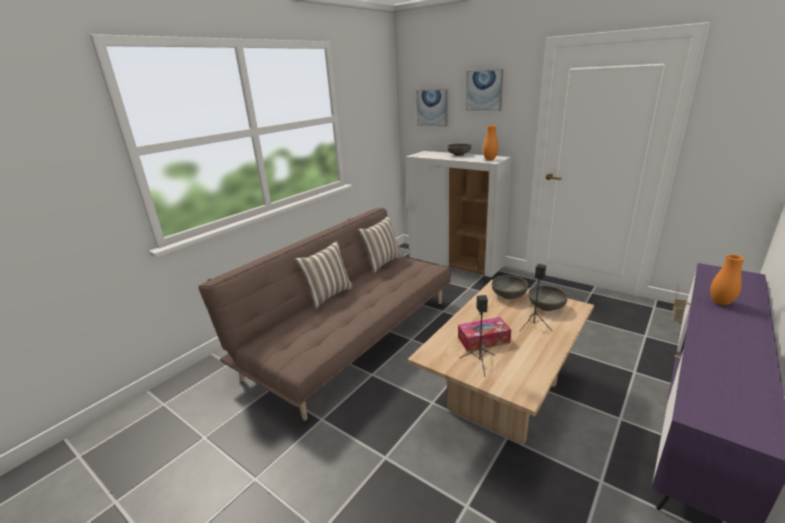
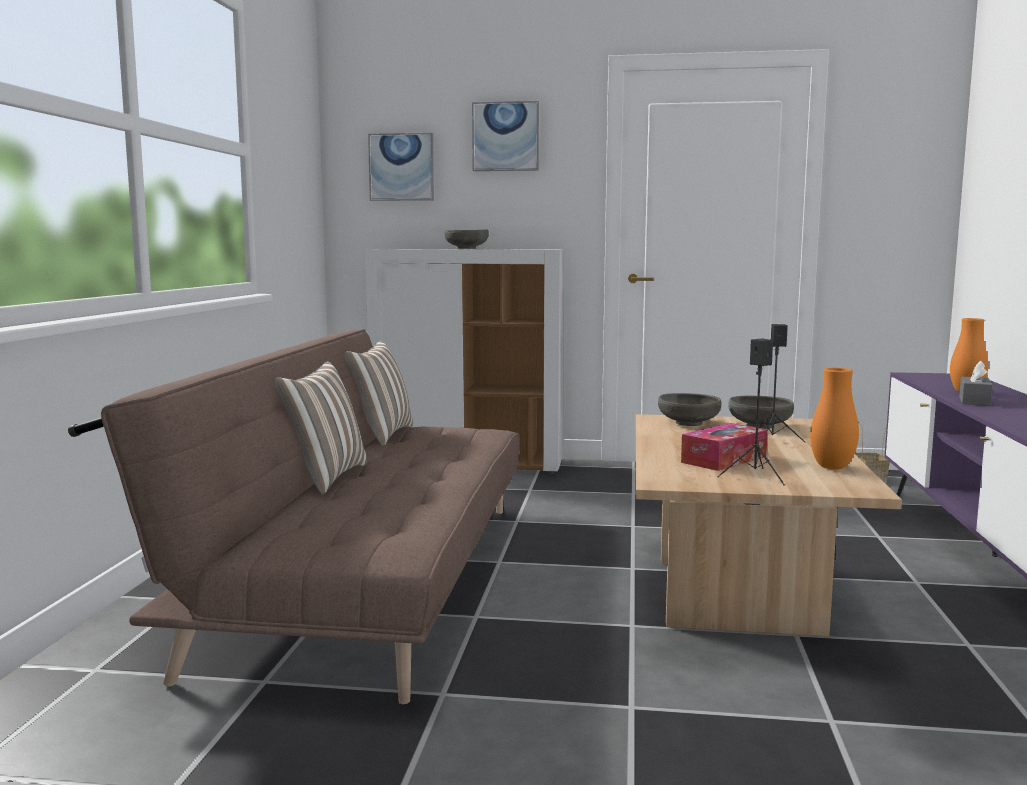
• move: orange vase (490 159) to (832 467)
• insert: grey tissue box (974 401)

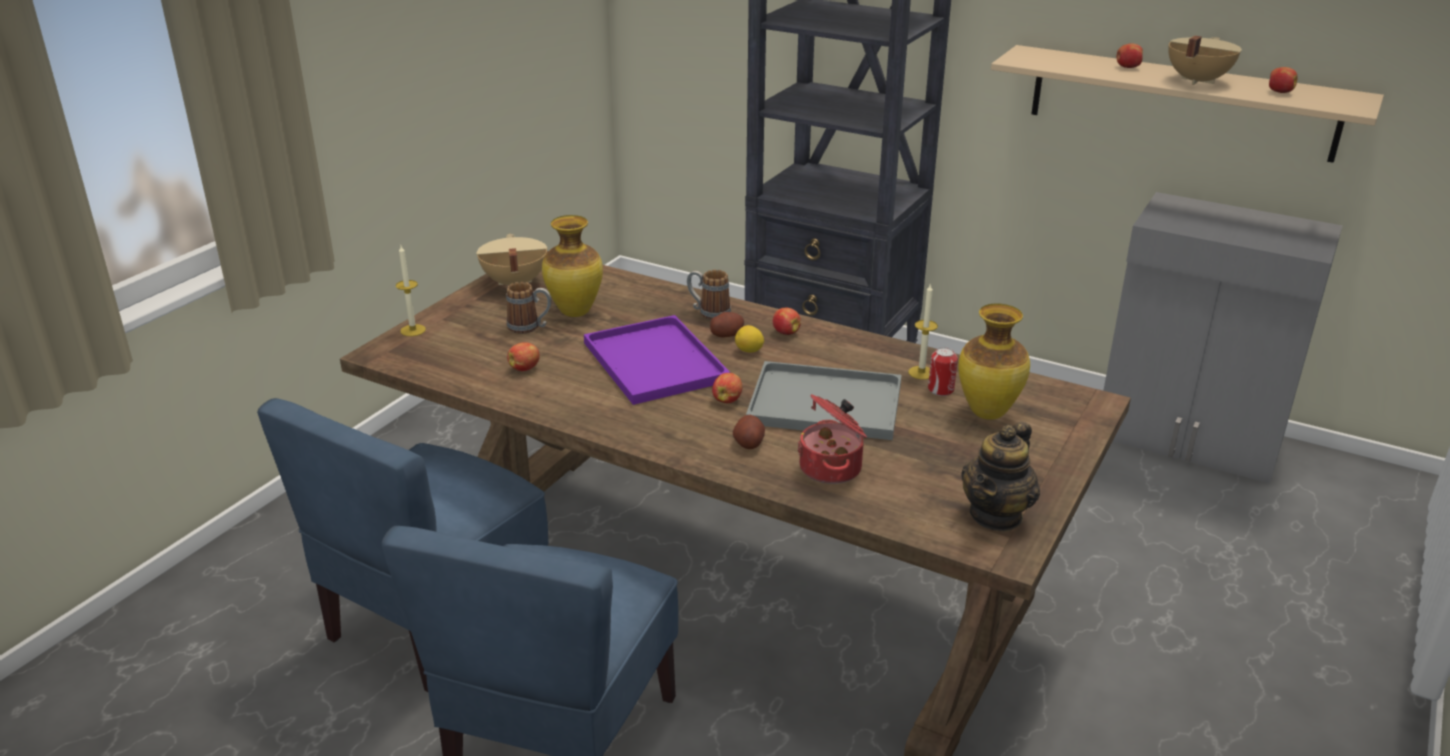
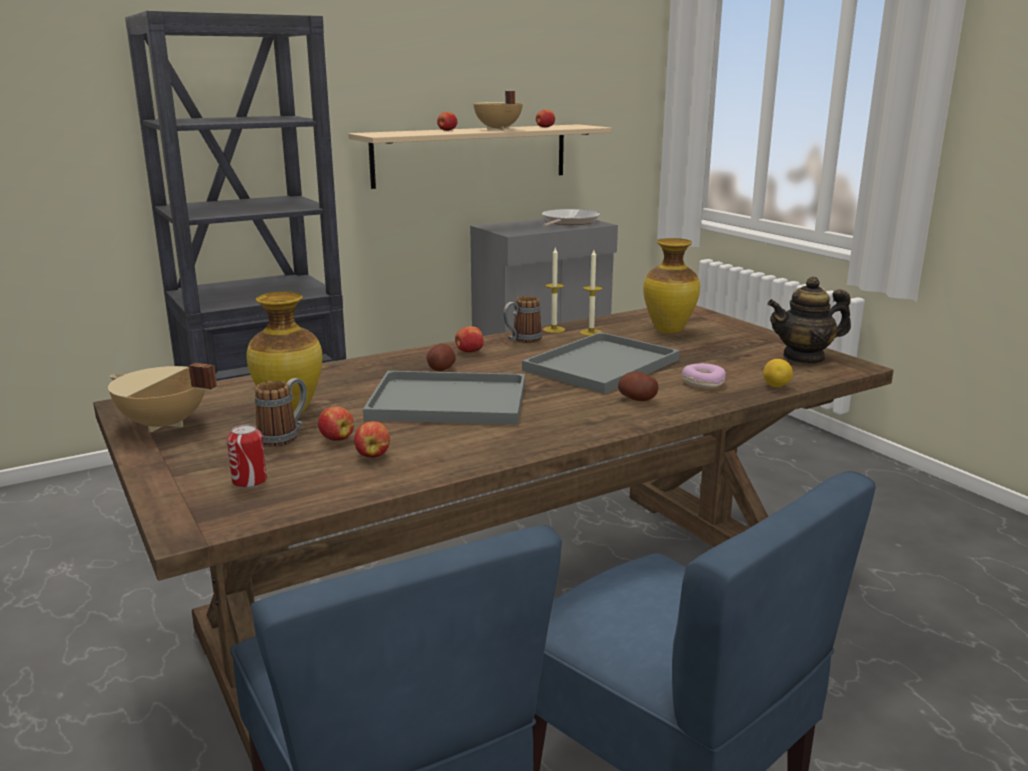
• move: candle (413 330) to (554 329)
• recolor: purple tray (657 362) to grey tray (452 400)
• move: mug (708 313) to (522 340)
• move: apple (727 400) to (336 439)
• move: lemon (749 351) to (776 386)
• replace: cooking pot (832 468) to donut (703 383)
• move: can (940 389) to (249 481)
• rotate: teapot (996 515) = (804 358) 105 degrees clockwise
• insert: frying pan (568 222)

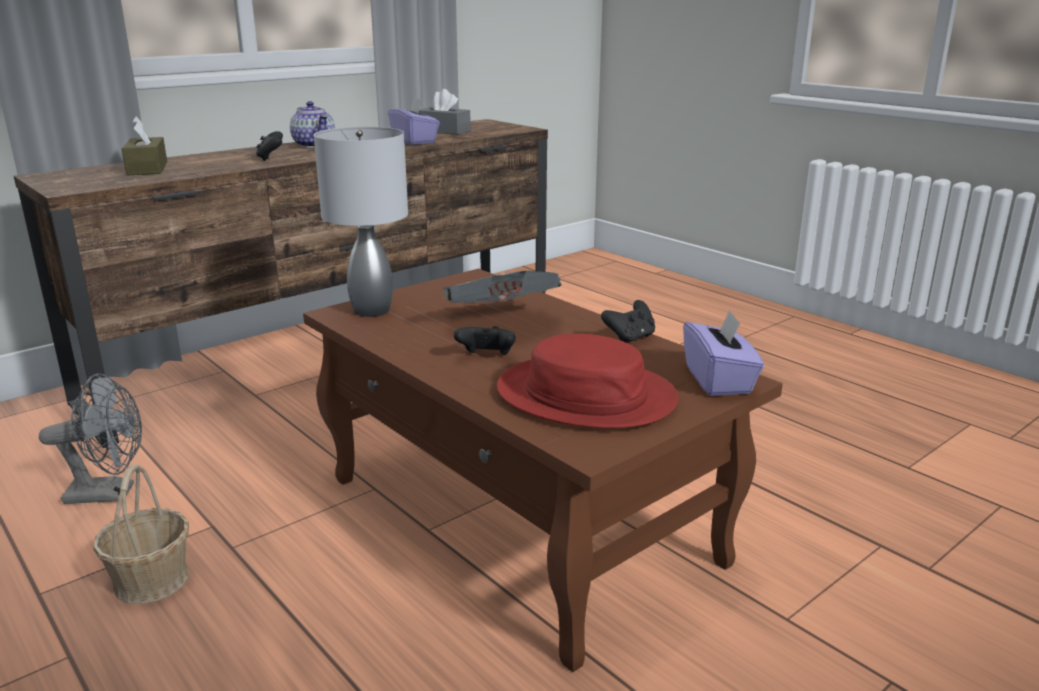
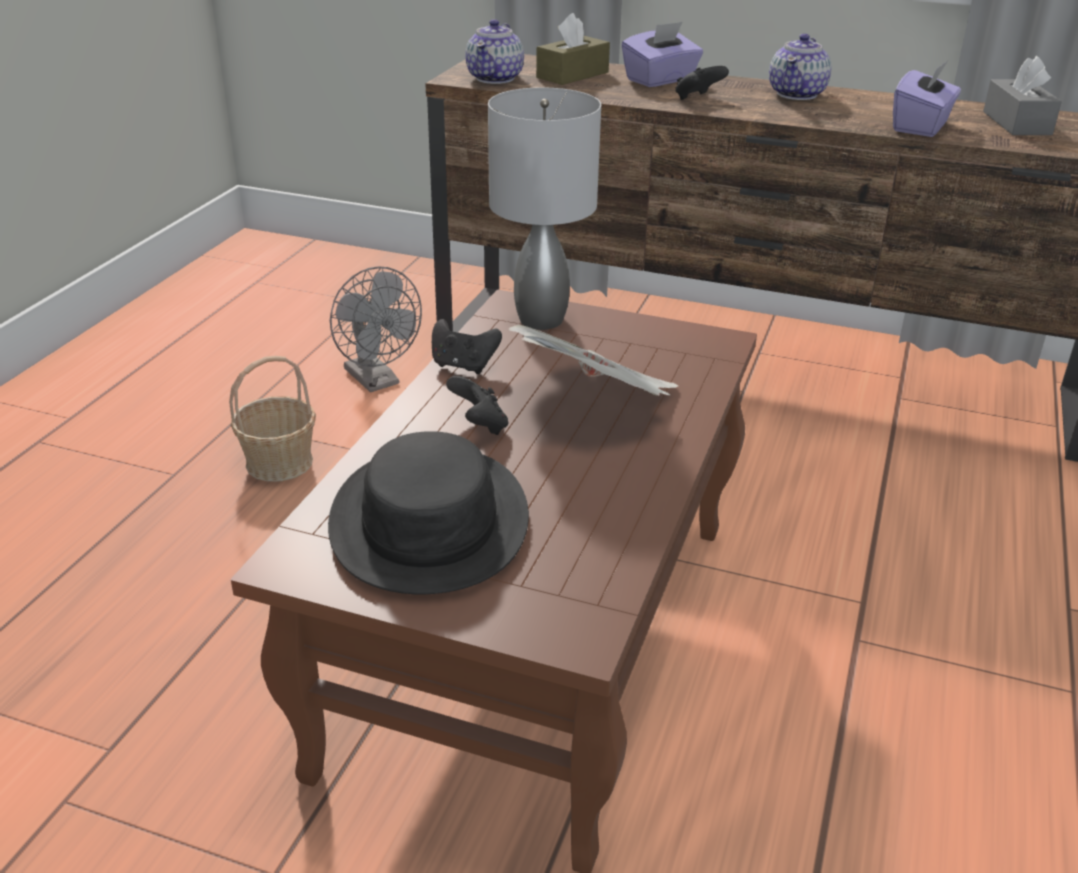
• recolor: red hat (586 395) to black hat (430 521)
• move: black game controller (630 338) to (463 366)
• move: purple tissue box (719 380) to (660 80)
• insert: teapot (495 78)

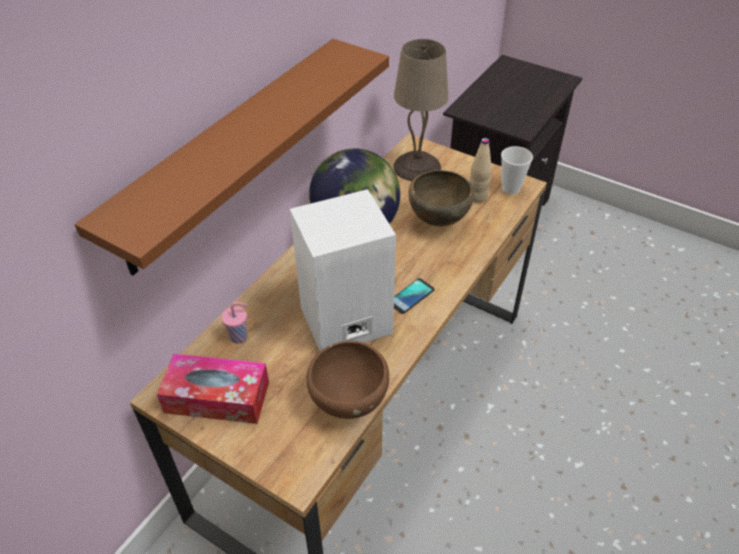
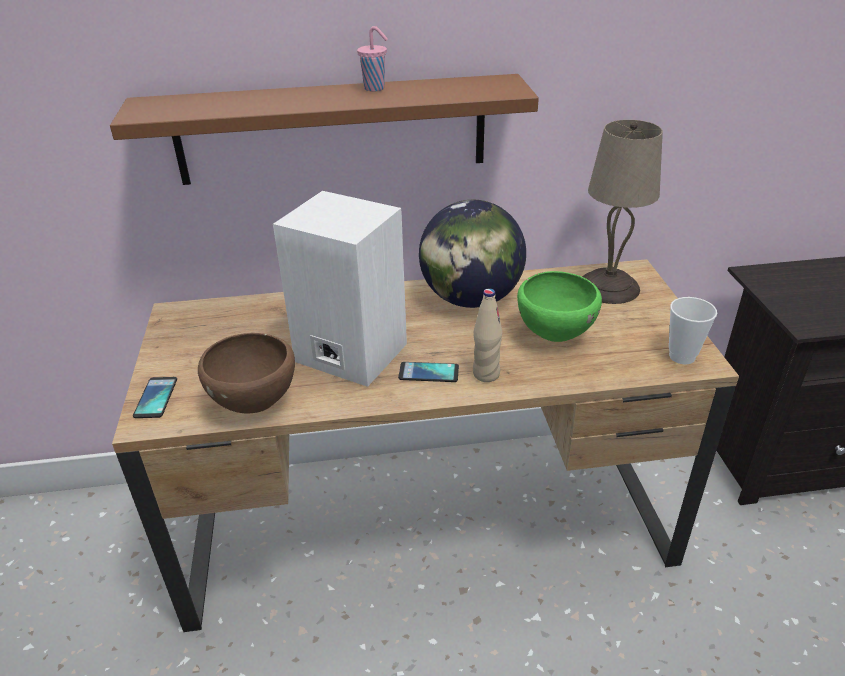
• delete: tissue box (217 397)
• move: pink cup (240 336) to (375 89)
• recolor: brown bowl (437 221) to green bowl (554 336)
• move: beige bottle (477 197) to (486 374)
• insert: phone (156 398)

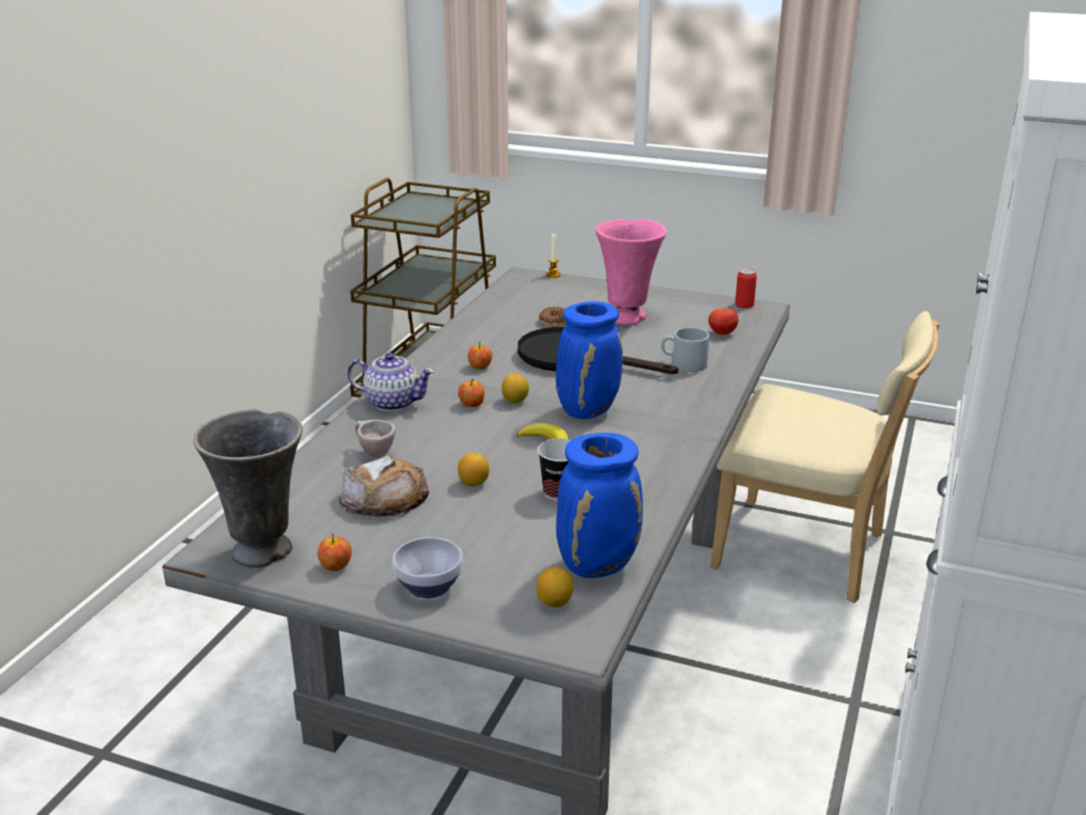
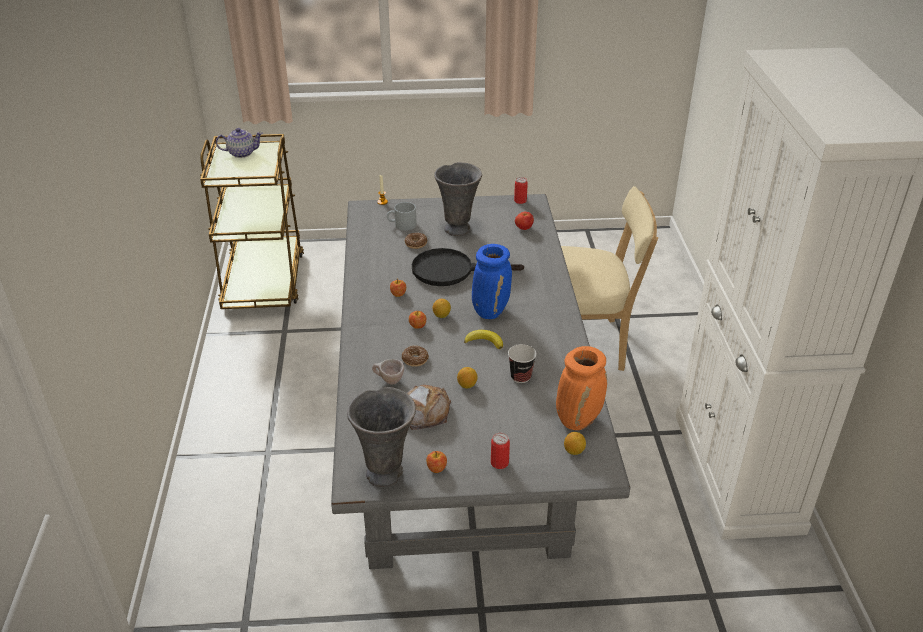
• move: teapot (392 402) to (241 153)
• replace: bowl (429 585) to can (499 463)
• recolor: blue vase (598 565) to orange vase (578 419)
• recolor: pink vase (628 317) to grey vase (458 229)
• move: grey mug (683 364) to (401 225)
• insert: donut (415 359)

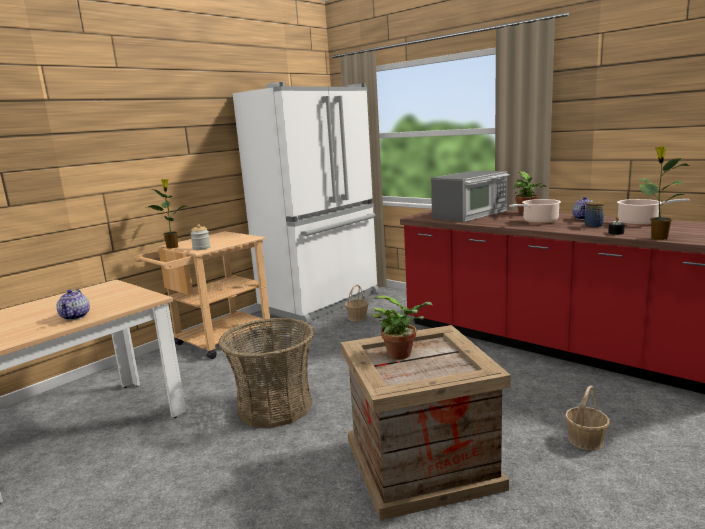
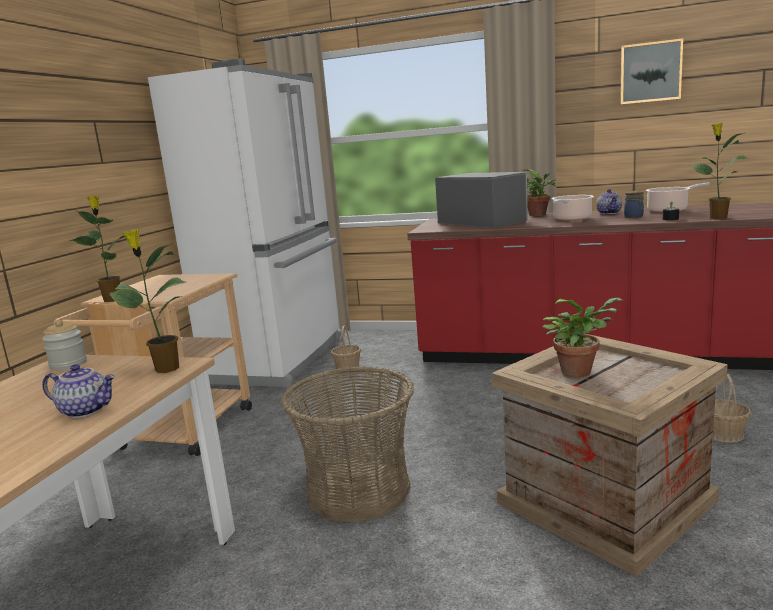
• rotate: teapot (76 317) = (86 410) 45 degrees counterclockwise
• move: jar (201 248) to (68 364)
• rotate: microwave (471 214) = (482 221) 60 degrees counterclockwise
• insert: potted plant (165 369)
• insert: picture (650 72)

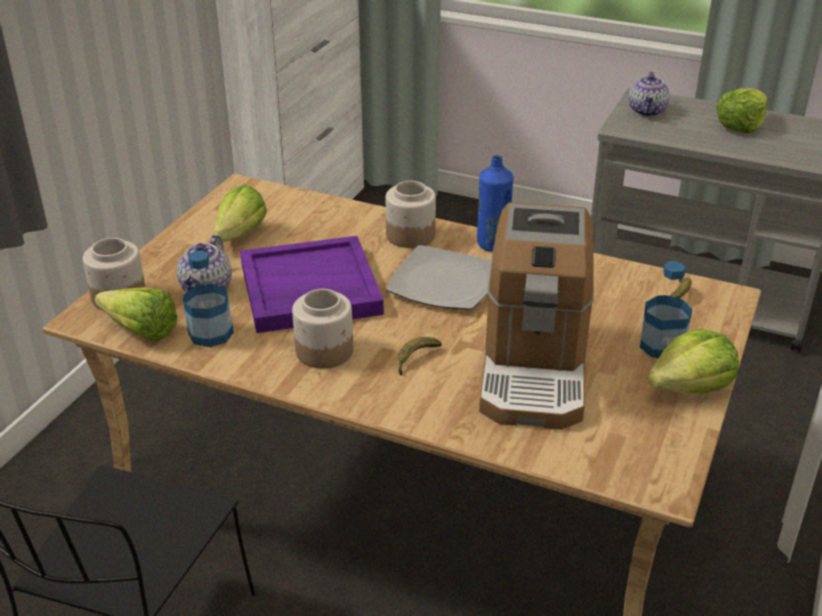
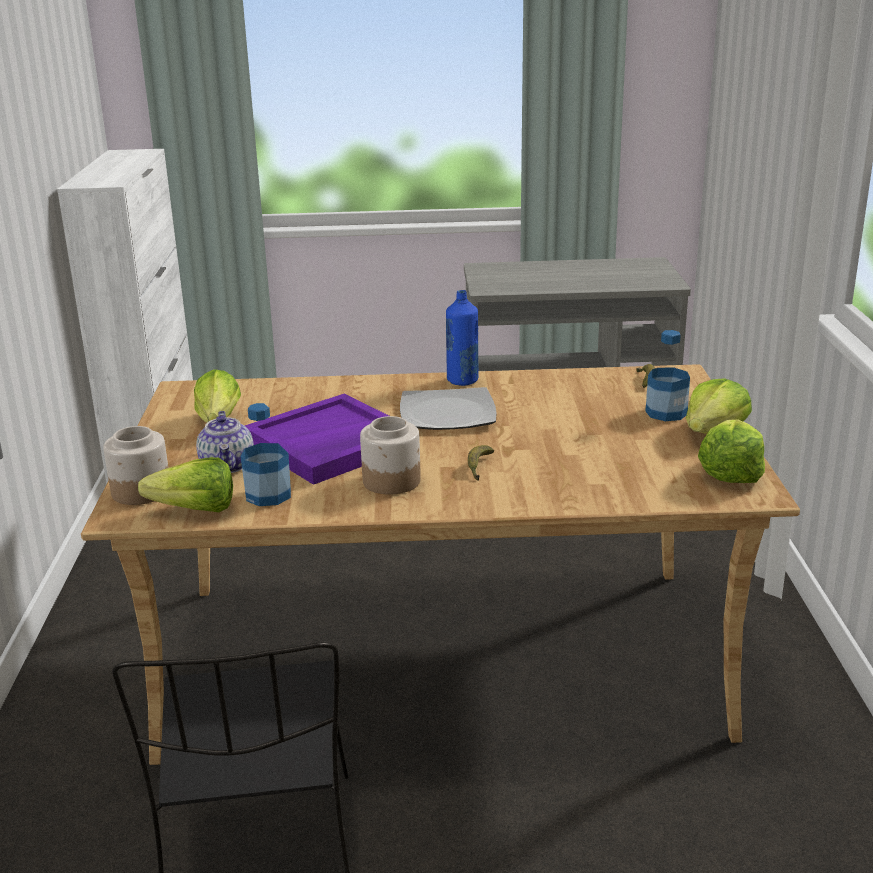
• delete: jar (410 235)
• delete: coffee machine (534 368)
• delete: teapot (647 111)
• move: lettuce (740 125) to (730 472)

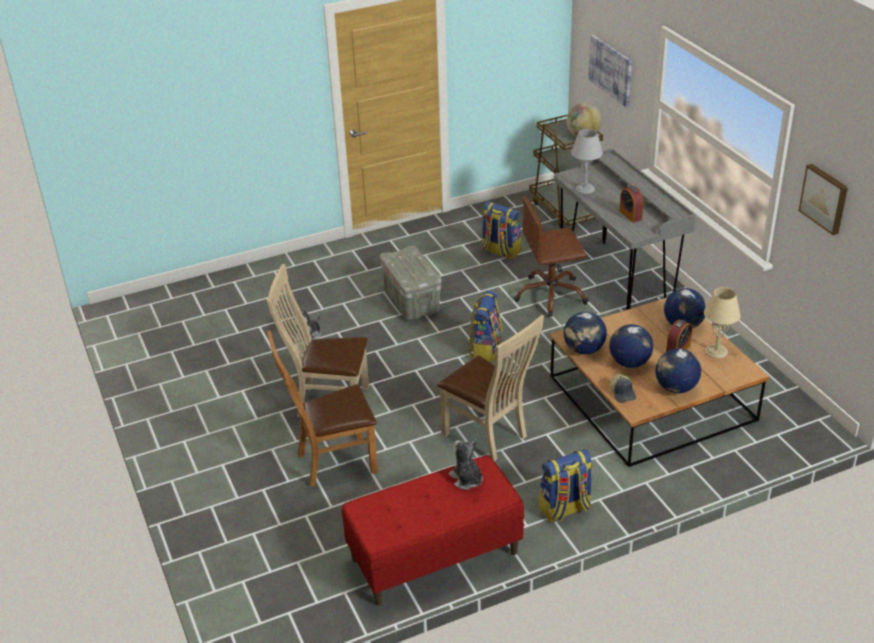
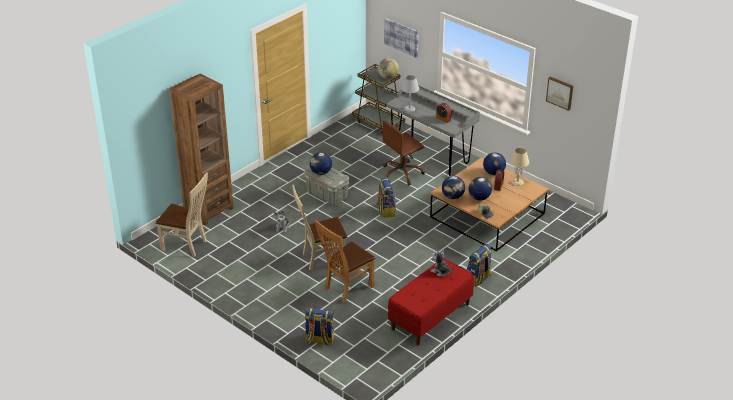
• move: beige chair (489 436) to (186 245)
• move: backpack (500 251) to (319 340)
• move: globe (675 388) to (320 172)
• insert: brown bookcase (208 210)

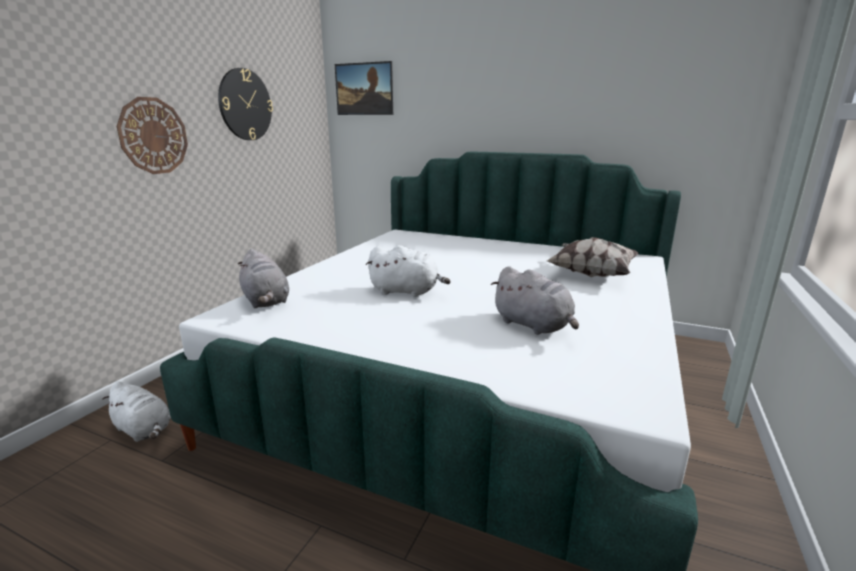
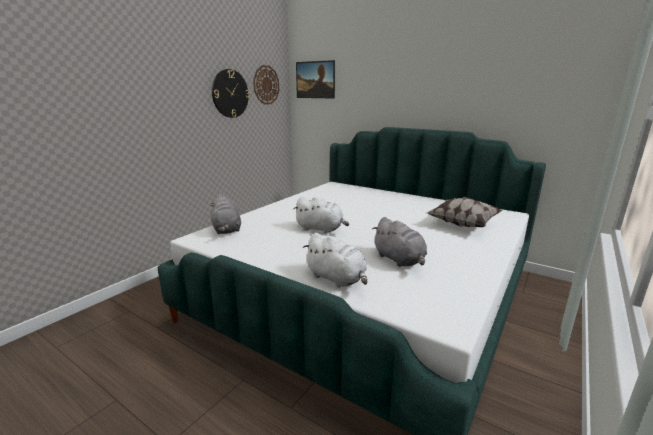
• move: white plush toy (144 430) to (337 279)
• move: wall clock (153 136) to (266 85)

